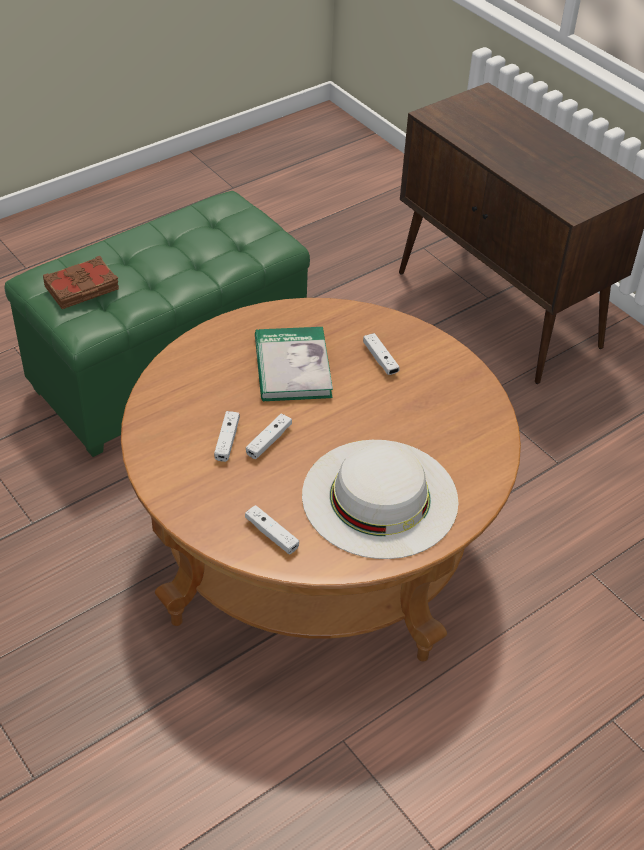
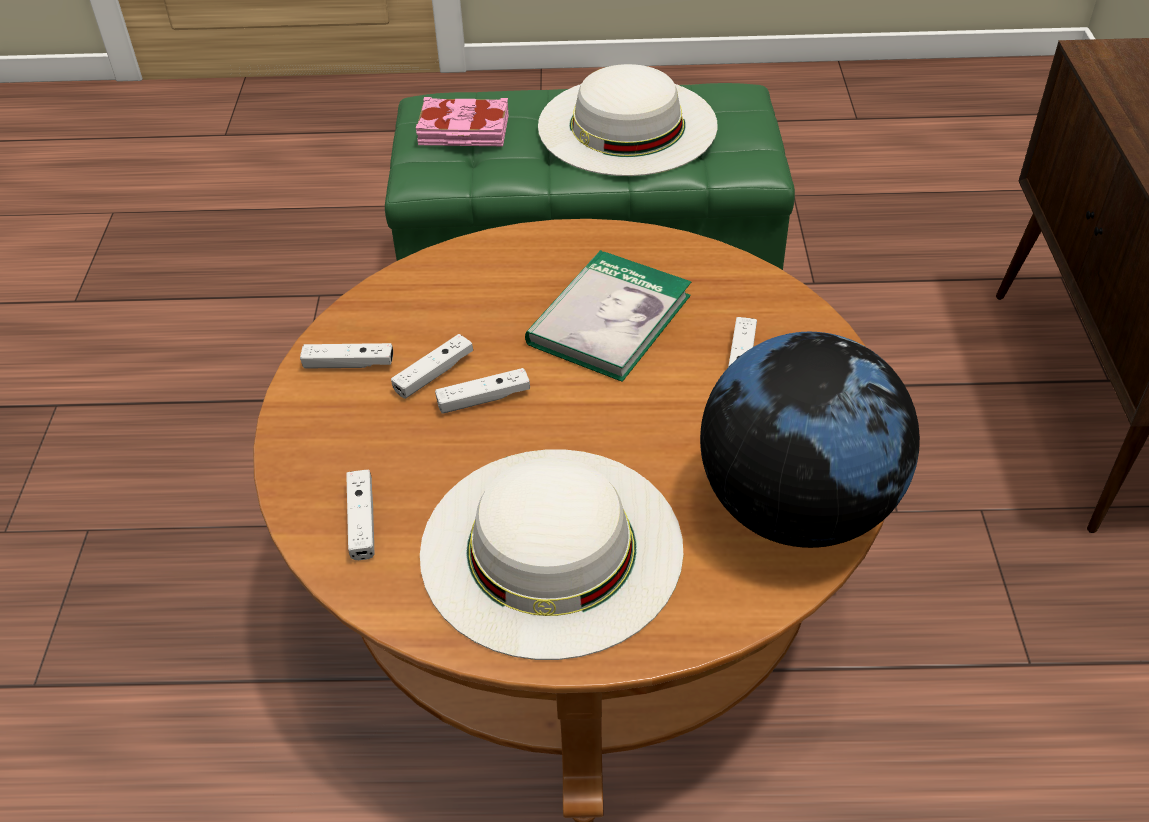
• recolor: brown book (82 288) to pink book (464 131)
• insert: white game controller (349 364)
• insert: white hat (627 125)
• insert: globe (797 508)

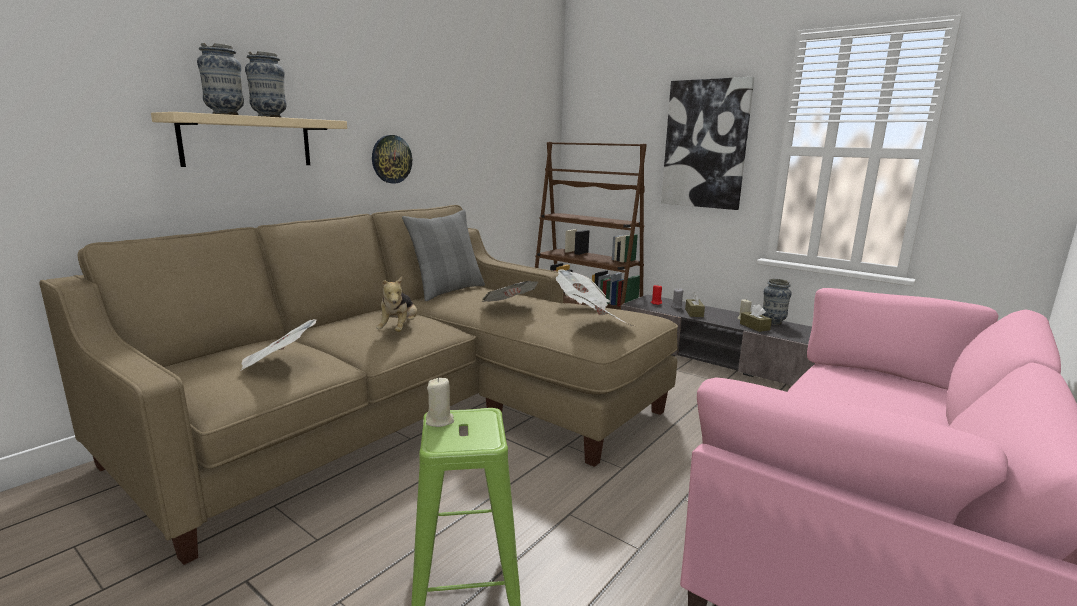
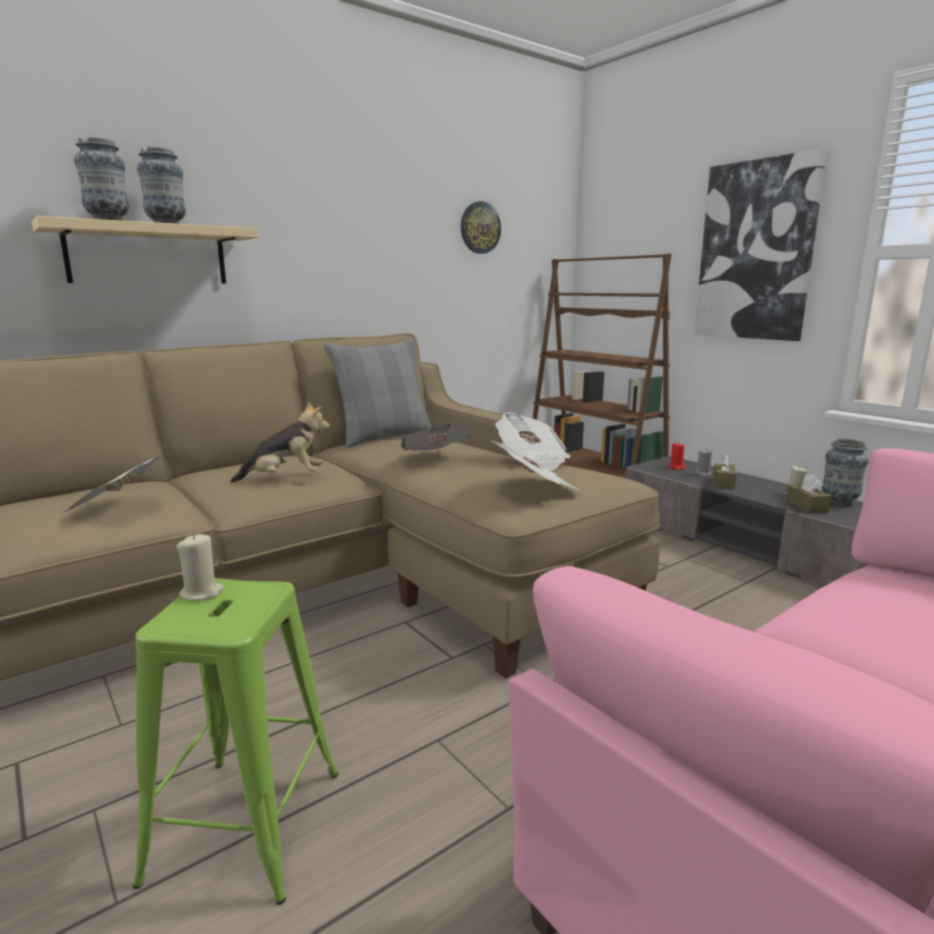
• move: wall clock (391 159) to (480 228)
• rotate: plush toy (399 330) = (285 478) 120 degrees counterclockwise

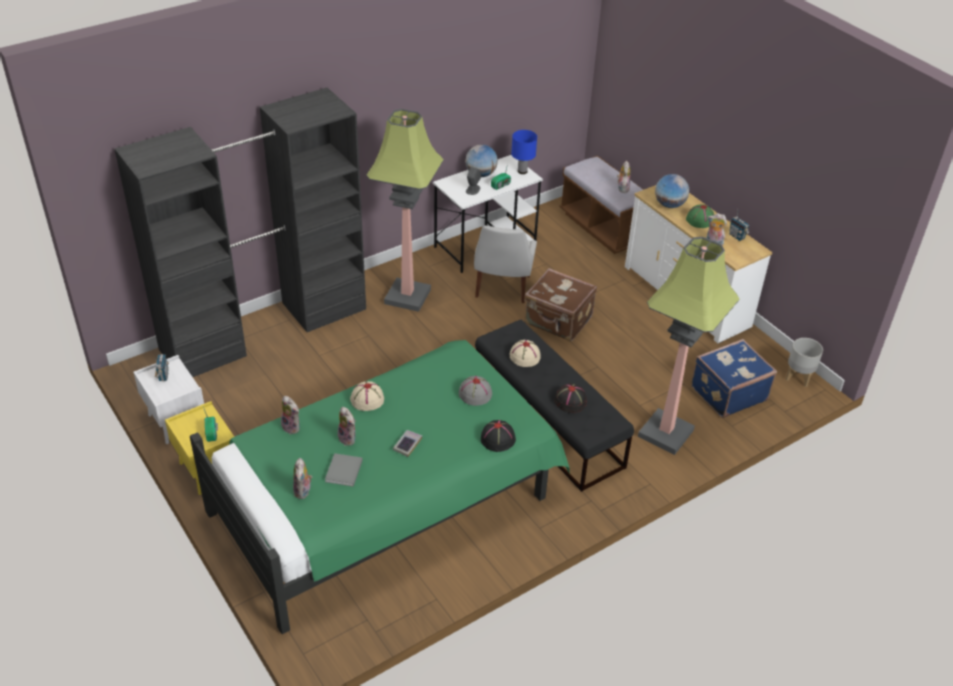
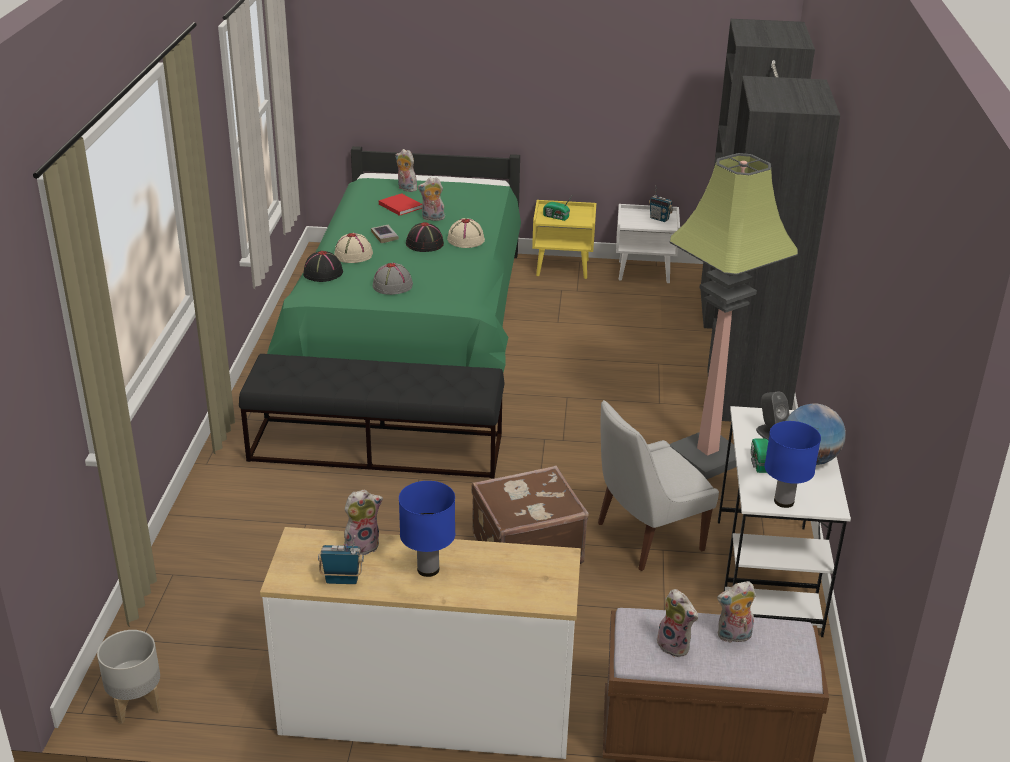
• move: plush toy (292 427) to (733 636)
• recolor: grey book (343 472) to red book (399 205)
• rotate: white chair (502 288) = (646 538) 75 degrees counterclockwise
• move: beige hat (524 356) to (354 255)
• move: black hat (570 401) to (425 244)
• delete: floor lamp (666 433)
• delete: globe (669 205)
• replace: green hat (700 220) to blue table lamp (428 569)
• delete: blue suitcase (727 393)

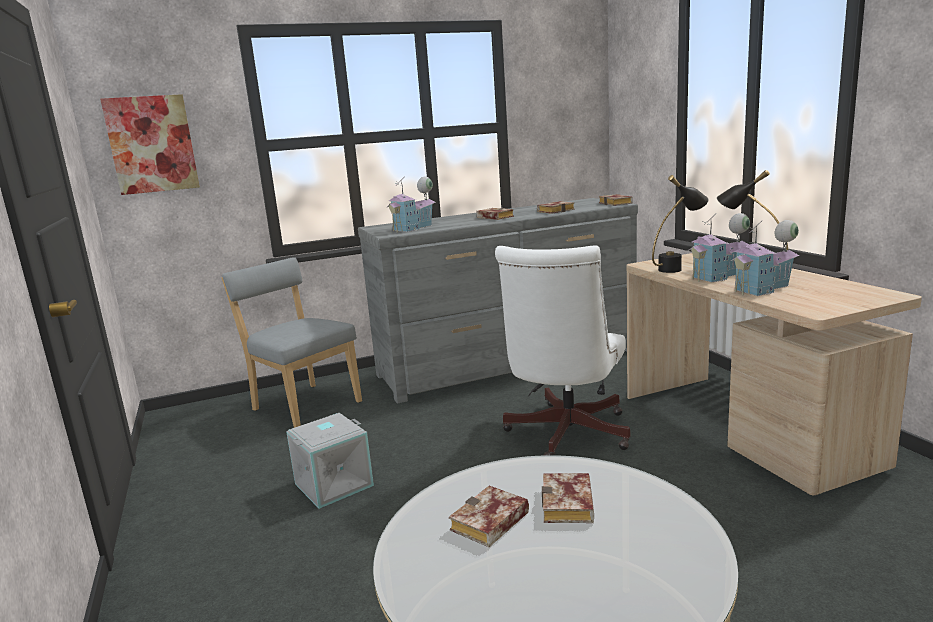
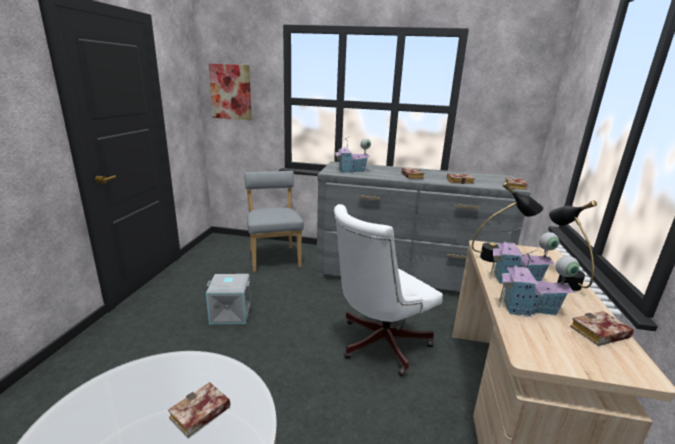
• move: book (490 524) to (599 334)

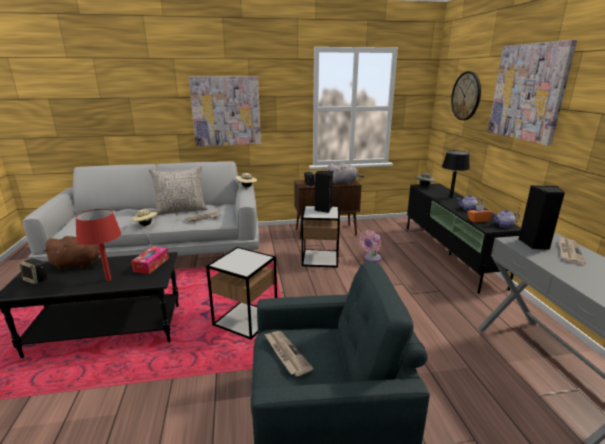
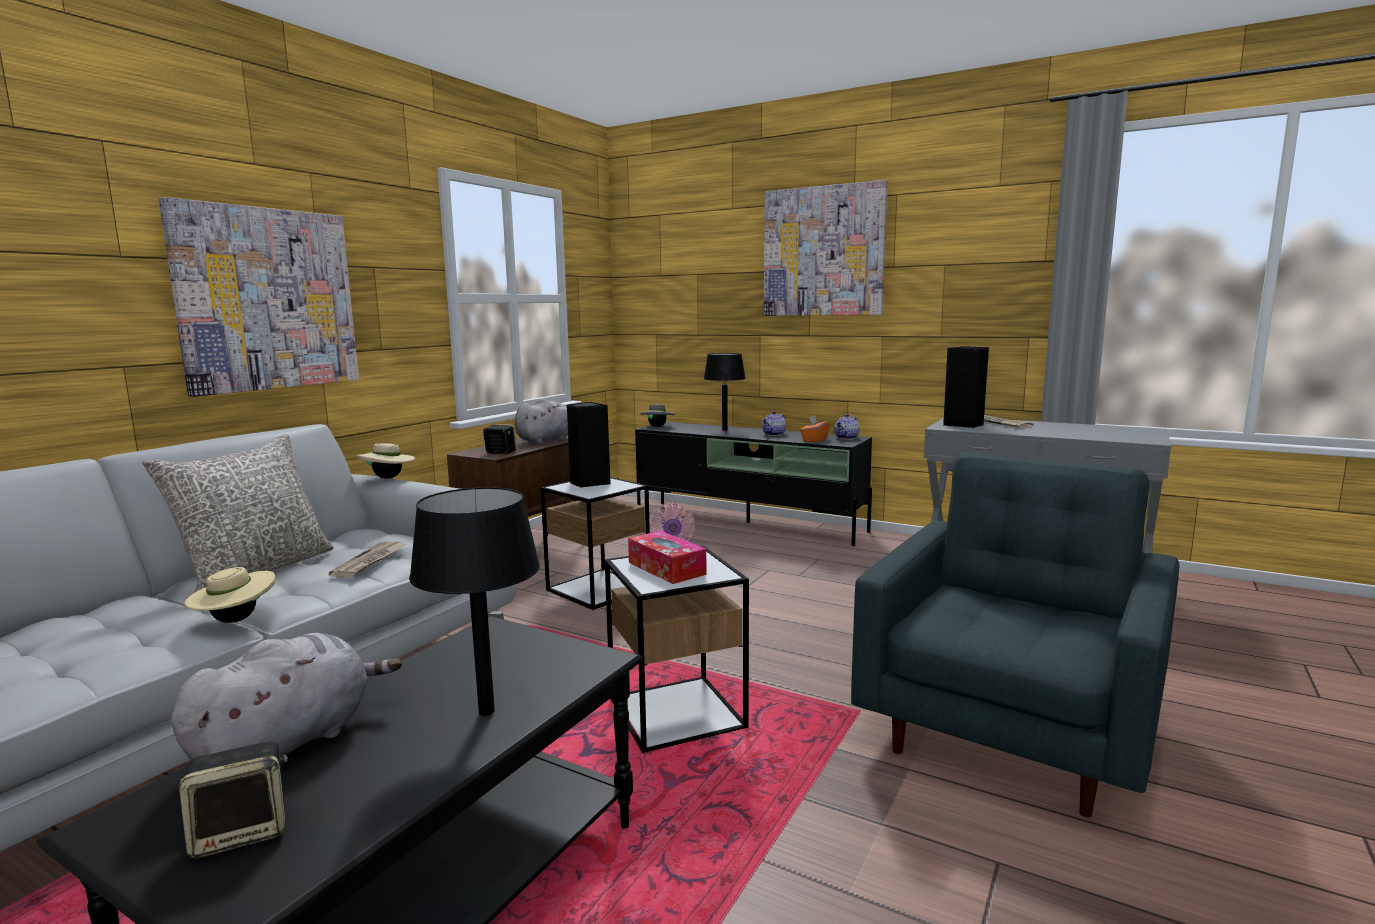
• recolor: brown plush toy (79 264) to grey plush toy (291 742)
• recolor: red table lamp (108 280) to black table lamp (486 712)
• move: tissue box (151 264) to (666 568)
• delete: newspaper (286 353)
• delete: wall clock (466 96)

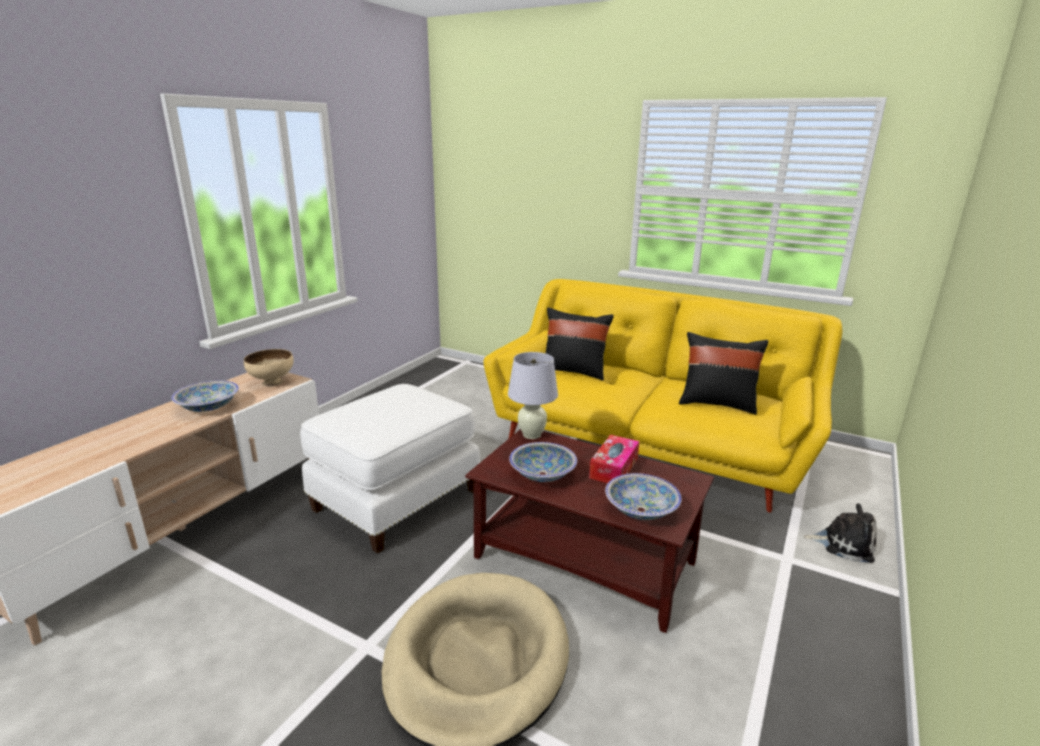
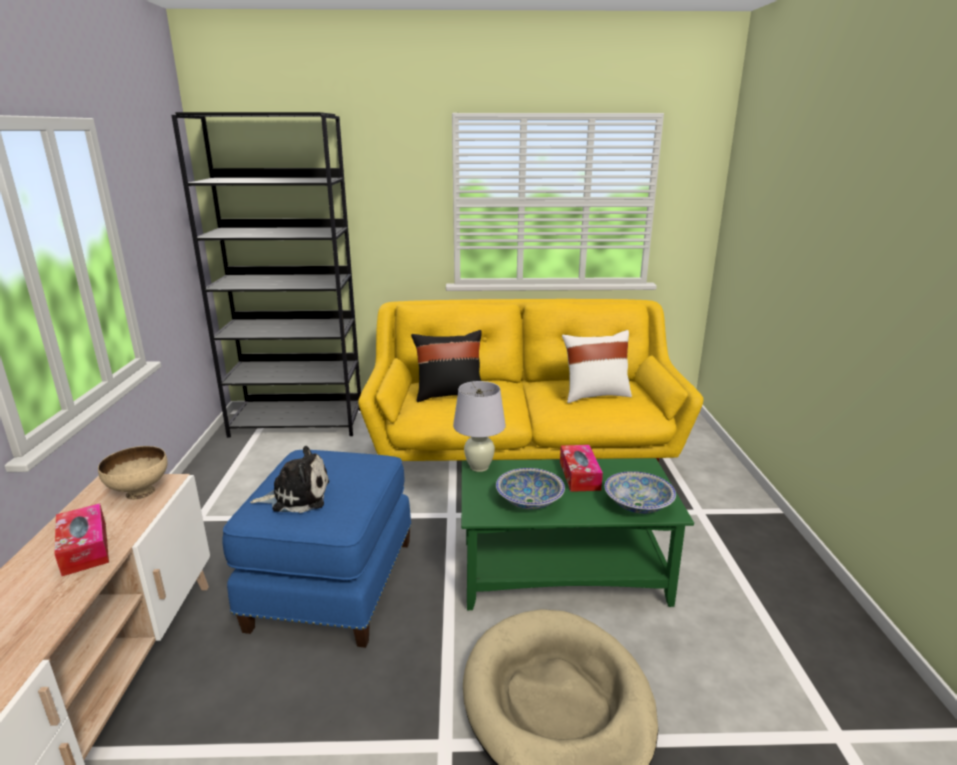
• replace: bowl (208 407) to tissue box (85 548)
• recolor: white ottoman (395 498) to blue ottoman (330 582)
• recolor: brown coffee table (586 560) to green coffee table (564 571)
• recolor: black pillow (717 404) to white pillow (595 395)
• move: plush toy (844 544) to (297 496)
• insert: black bookcase (298 422)

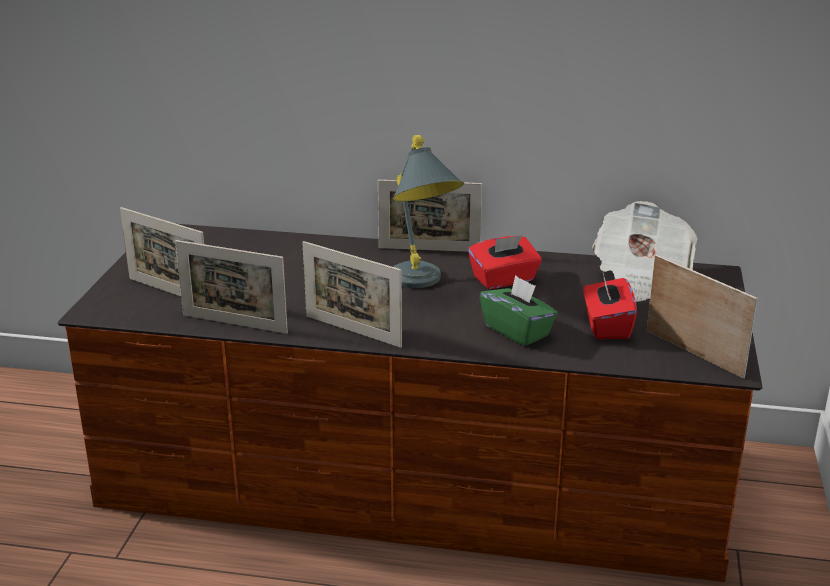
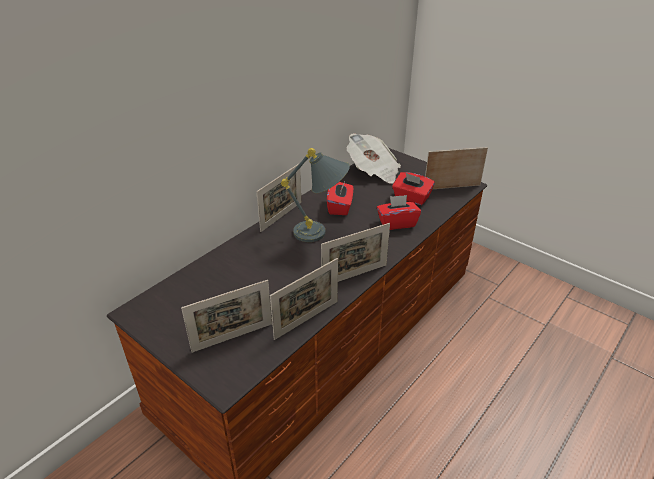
• recolor: green tissue box (517 331) to red tissue box (397 223)

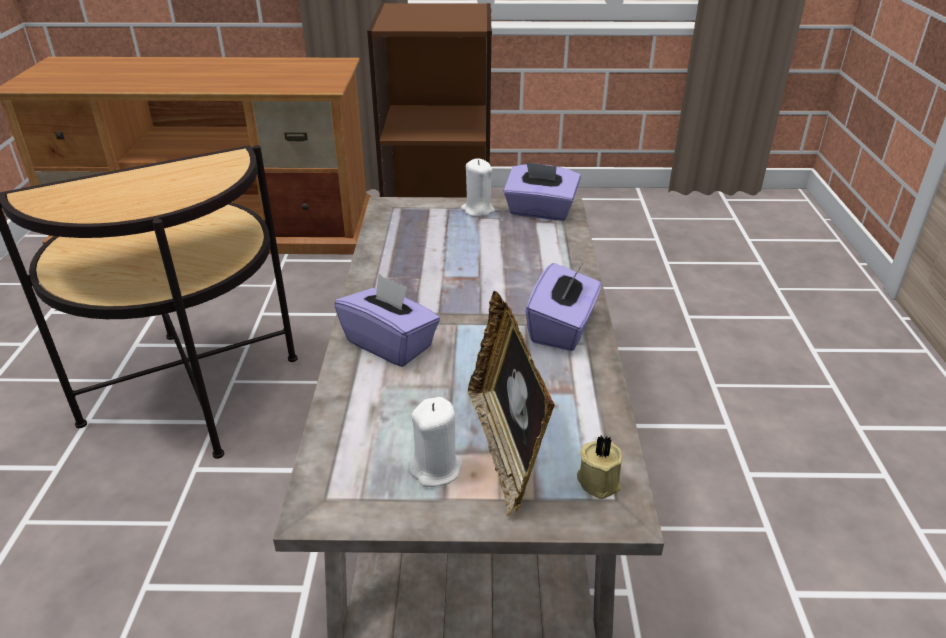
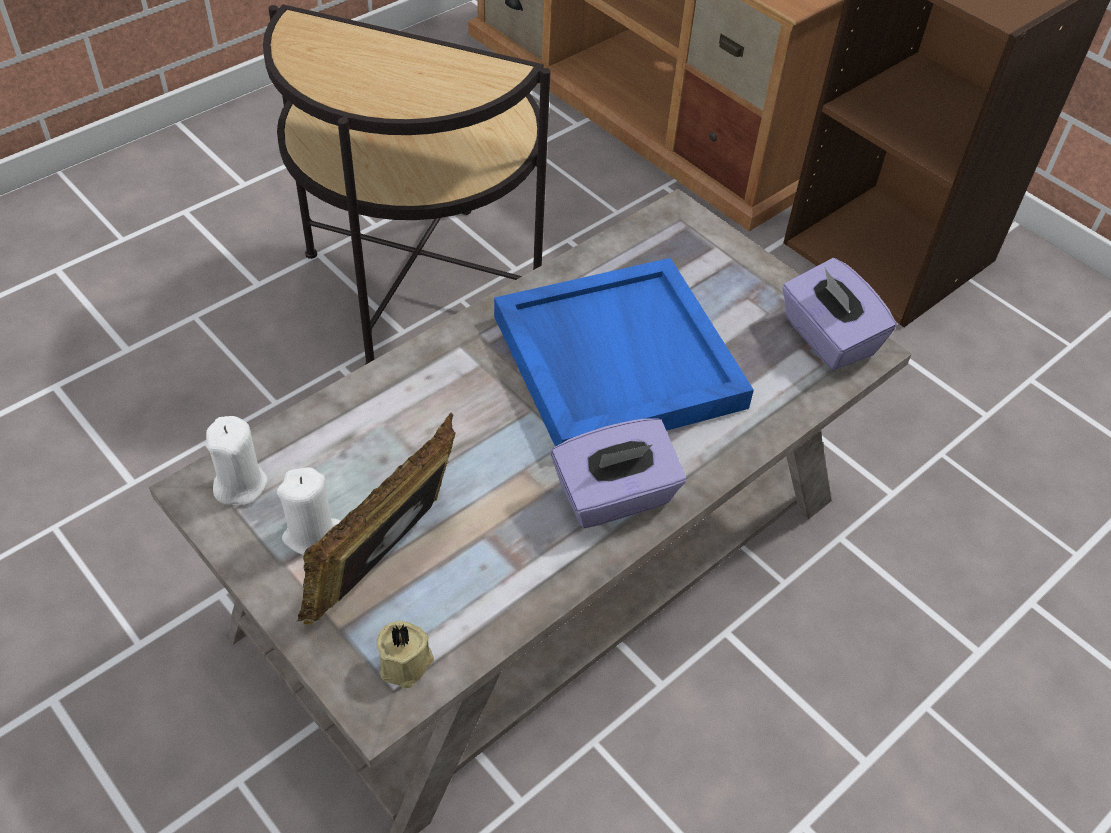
• delete: purple tissue box (390 344)
• move: white candle (477 210) to (240 484)
• insert: blue tray (615 360)

